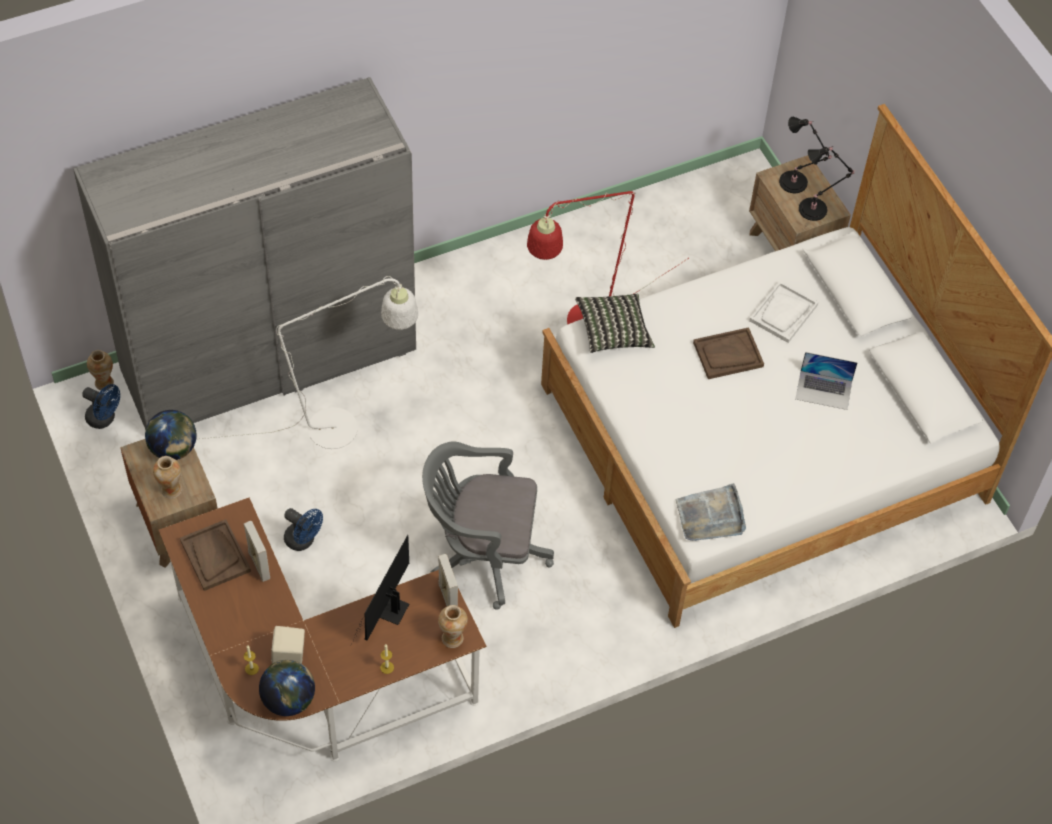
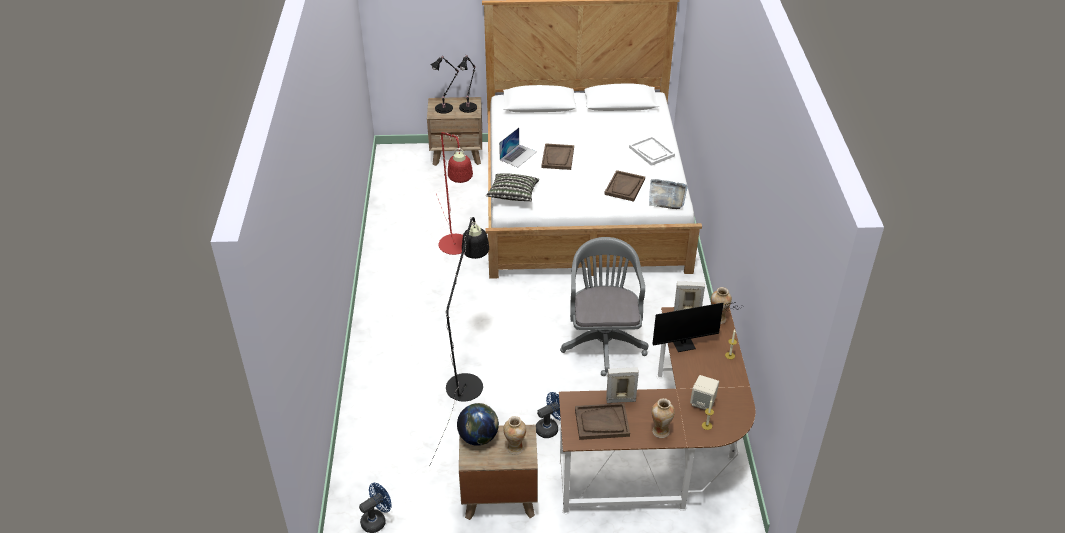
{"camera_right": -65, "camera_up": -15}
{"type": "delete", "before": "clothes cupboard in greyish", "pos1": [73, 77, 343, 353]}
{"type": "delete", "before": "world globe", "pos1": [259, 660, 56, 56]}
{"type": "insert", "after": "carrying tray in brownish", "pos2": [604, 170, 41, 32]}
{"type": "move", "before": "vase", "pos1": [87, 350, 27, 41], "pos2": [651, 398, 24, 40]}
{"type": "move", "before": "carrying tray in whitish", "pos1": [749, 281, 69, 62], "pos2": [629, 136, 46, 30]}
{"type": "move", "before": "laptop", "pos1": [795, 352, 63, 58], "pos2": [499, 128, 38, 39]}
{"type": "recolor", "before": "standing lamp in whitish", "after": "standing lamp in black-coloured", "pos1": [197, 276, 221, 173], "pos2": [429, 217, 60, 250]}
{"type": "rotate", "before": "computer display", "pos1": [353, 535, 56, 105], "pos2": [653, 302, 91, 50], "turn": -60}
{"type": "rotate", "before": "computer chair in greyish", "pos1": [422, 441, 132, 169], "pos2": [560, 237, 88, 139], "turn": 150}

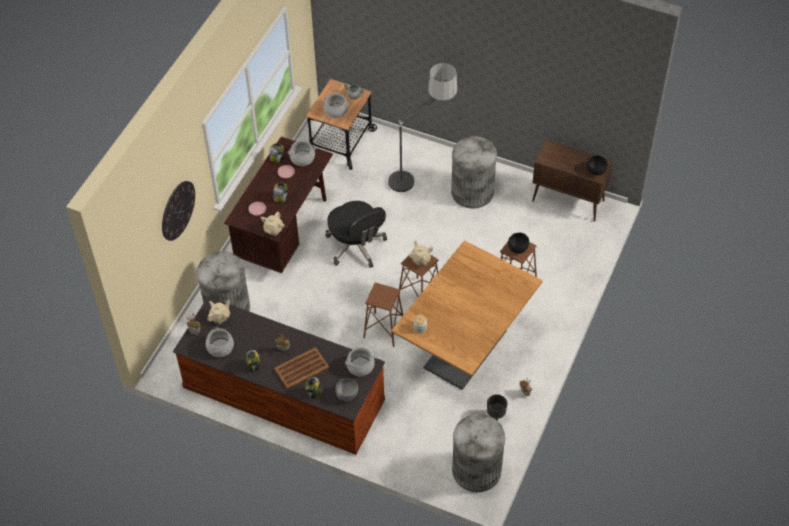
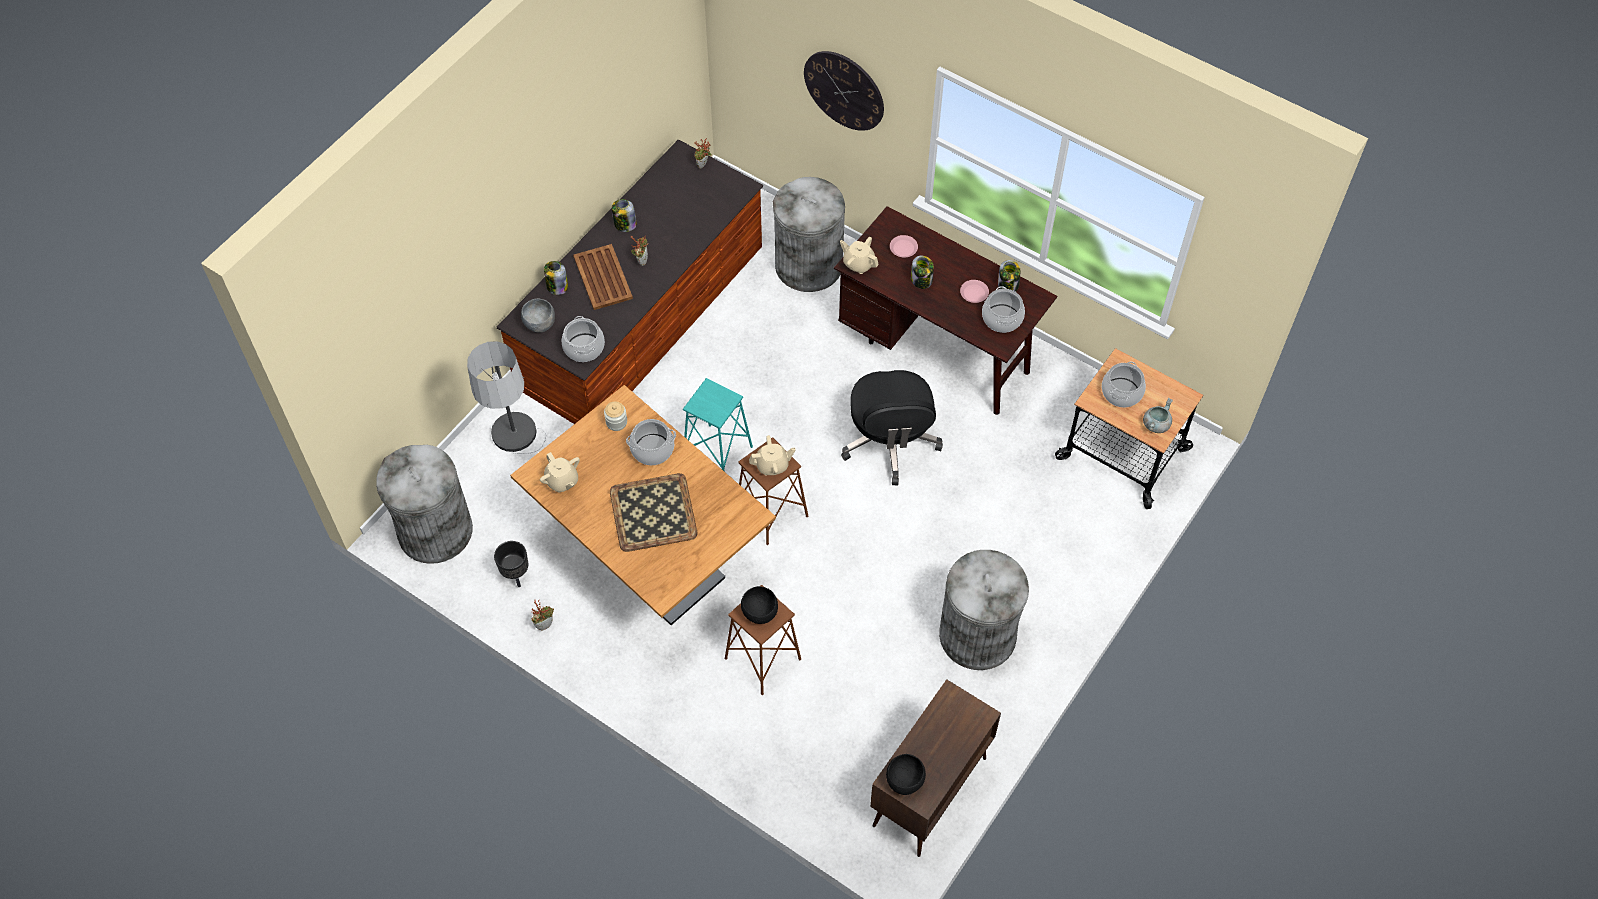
{"camera_right": 100, "camera_up": 5}
{"type": "insert", "after": "carrying tray", "pos2": [610, 473, 87, 79]}
{"type": "move", "before": "saucepot", "pos1": [206, 327, 28, 30], "pos2": [626, 419, 50, 46]}
{"type": "move", "before": "teapot in beige-coloured", "pos1": [208, 299, 22, 25], "pos2": [540, 452, 40, 41]}
{"type": "move", "before": "standing lamp", "pos1": [386, 63, 71, 129], "pos2": [467, 341, 79, 113]}
{"type": "recolor", "before": "stool seat in brownish", "after": "stool seat in blue-green", "pos1": [363, 282, 40, 65], "pos2": [683, 378, 70, 94]}
{"type": "rotate", "before": "computer chair in black-coloured", "pos1": [325, 201, 62, 67], "pos2": [841, 370, 102, 116], "turn": -75}

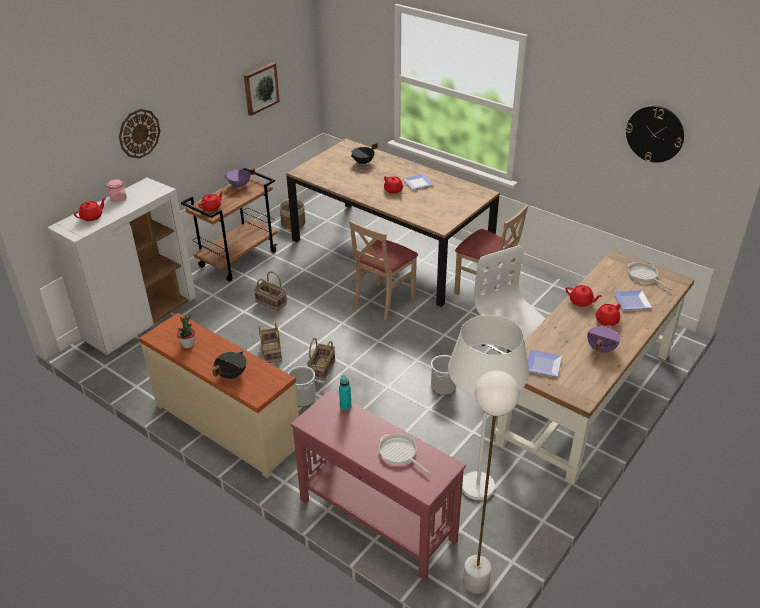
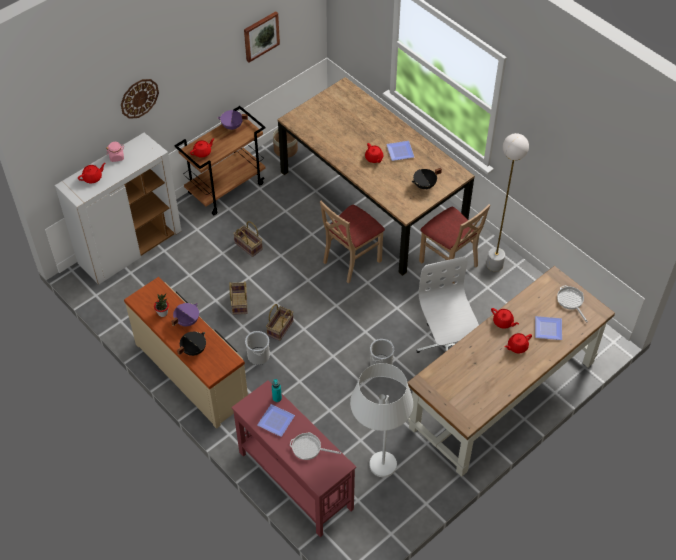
{"camera_right": 10, "camera_up": 15}
{"type": "delete", "before": "hanging clock", "pos1": [626, 106, 58, 57]}
{"type": "move", "before": "saucepot in black-coloured", "pos1": [351, 142, 27, 23], "pos2": [411, 168, 31, 21]}
{"type": "move", "before": "standing lamp in whitish", "pos1": [463, 371, 56, 223], "pos2": [486, 133, 43, 139]}
{"type": "move", "before": "plate", "pos1": [527, 349, 35, 28], "pos2": [257, 404, 38, 33]}
{"type": "move", "before": "saucepot in purple", "pos1": [587, 325, 33, 29], "pos2": [171, 303, 28, 23]}
{"type": "rotate", "before": "frying pan", "pos1": [379, 434, 52, 42], "pos2": [290, 432, 51, 28], "turn": -45}

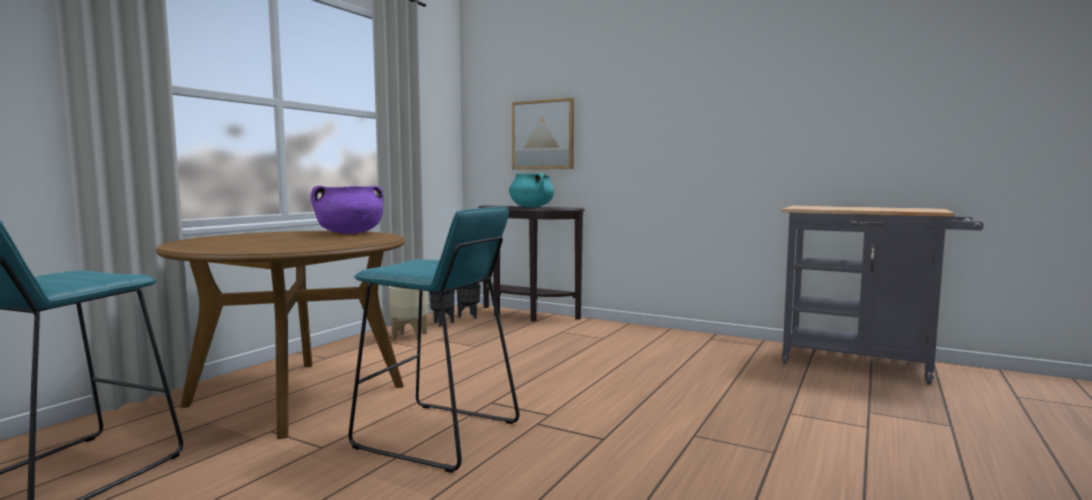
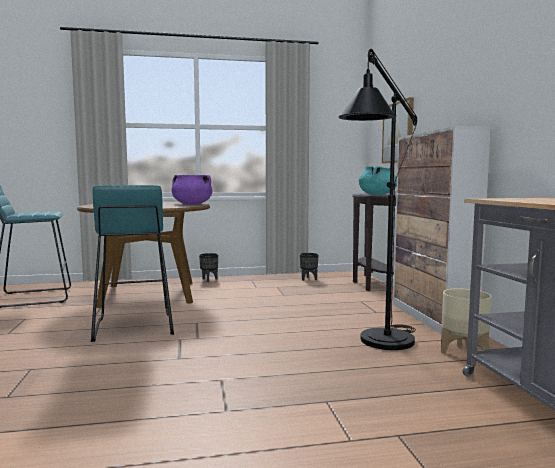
{"camera_right": 50, "camera_up": 0}
{"type": "insert", "after": "standing lamp in black-coloured", "pos2": [338, 49, 79, 301]}
{"type": "insert", "after": "cabinet", "pos2": [393, 126, 98, 208]}
{"type": "move", "before": "flower pot in beige-coloured", "pos1": [389, 286, 39, 54], "pos2": [441, 288, 51, 65]}
{"type": "move", "before": "flower pot in black-coloured", "pos1": [456, 283, 24, 36], "pos2": [199, 253, 19, 29]}

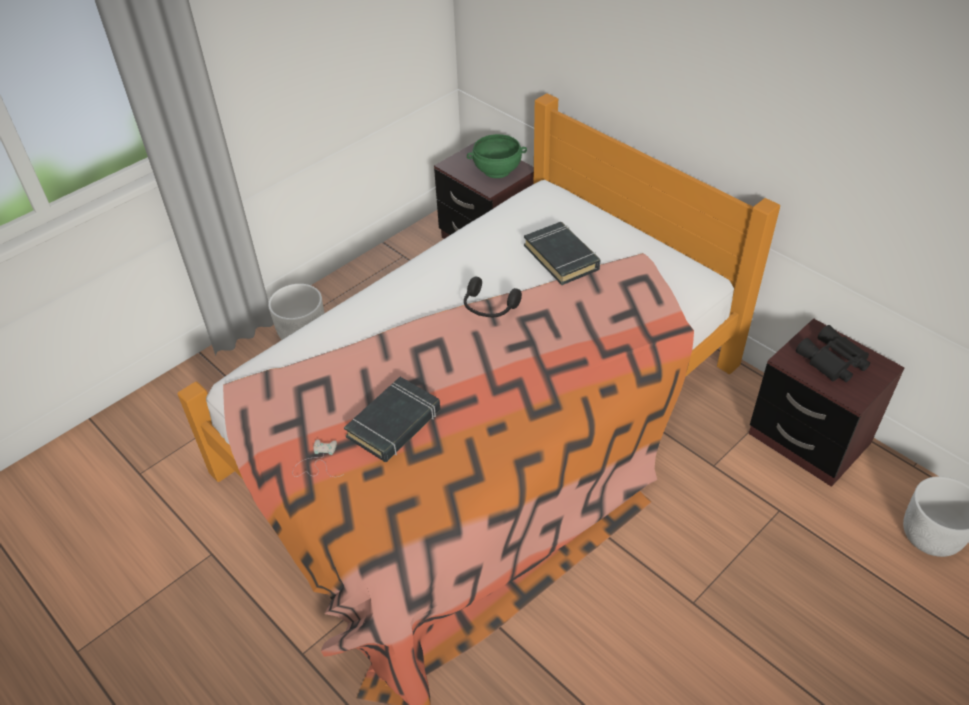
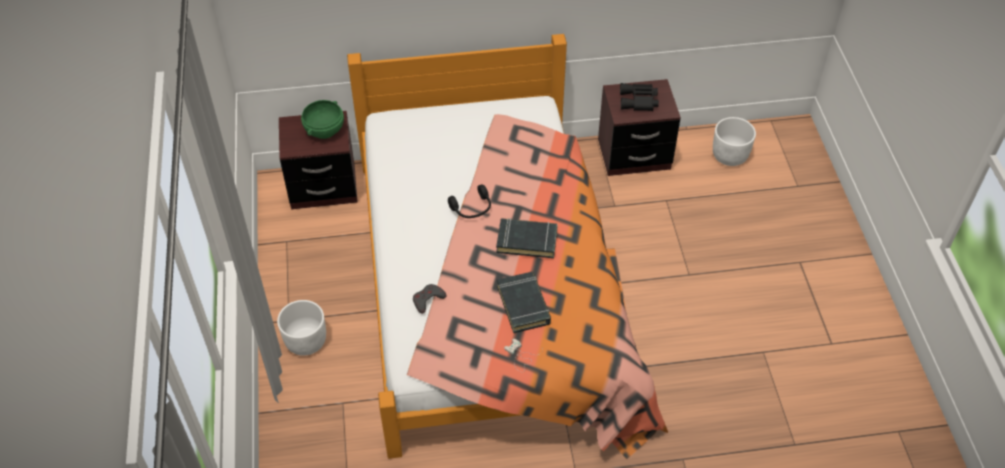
{"camera_right": -55, "camera_up": 5}
{"type": "insert", "after": "game controller in greyish", "pos2": [413, 284, 34, 30]}
{"type": "move", "before": "volume in black-coloured", "pos1": [524, 222, 77, 63], "pos2": [496, 218, 62, 40]}

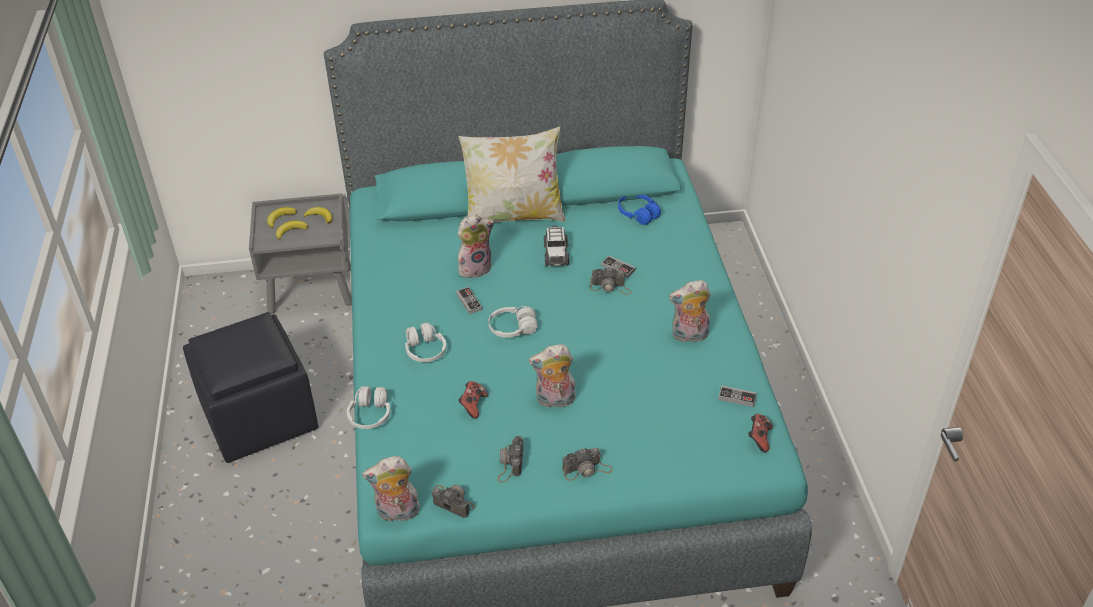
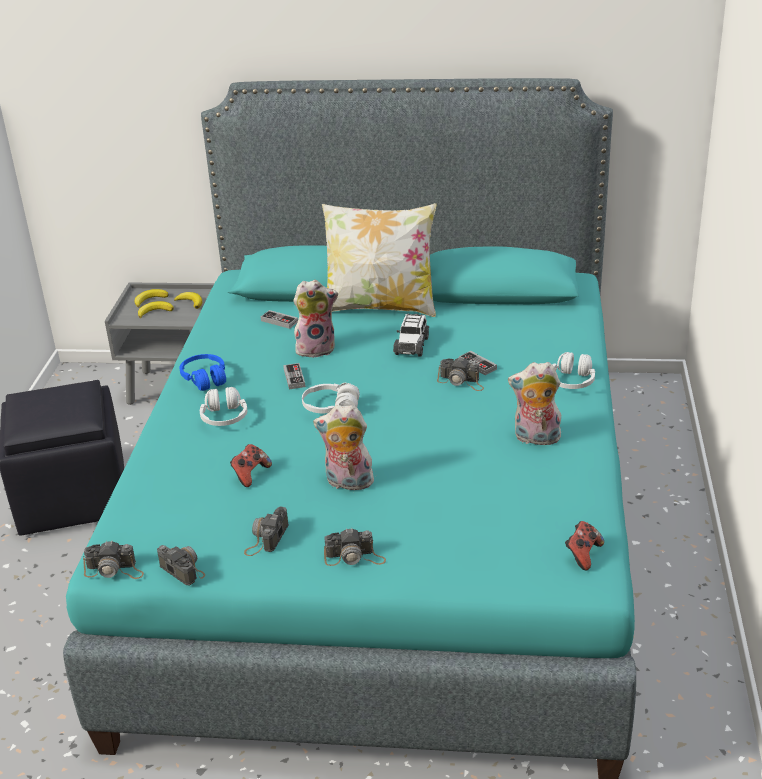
{"camera_right": 15, "camera_up": -10}
{"type": "move", "before": "headphones in whitish", "pos1": [347, 386, 43, 43], "pos2": [552, 352, 43, 37]}
{"type": "move", "before": "headphones in blue-coloured", "pos1": [618, 195, 43, 30], "pos2": [179, 354, 47, 37]}
{"type": "move", "before": "game controller", "pos1": [718, 386, 39, 21], "pos2": [261, 310, 37, 19]}
{"type": "replace", "before": "cuddly toy", "after": "photo camera", "pos1": [362, 456, 59, 68], "pos2": [83, 540, 61, 39]}

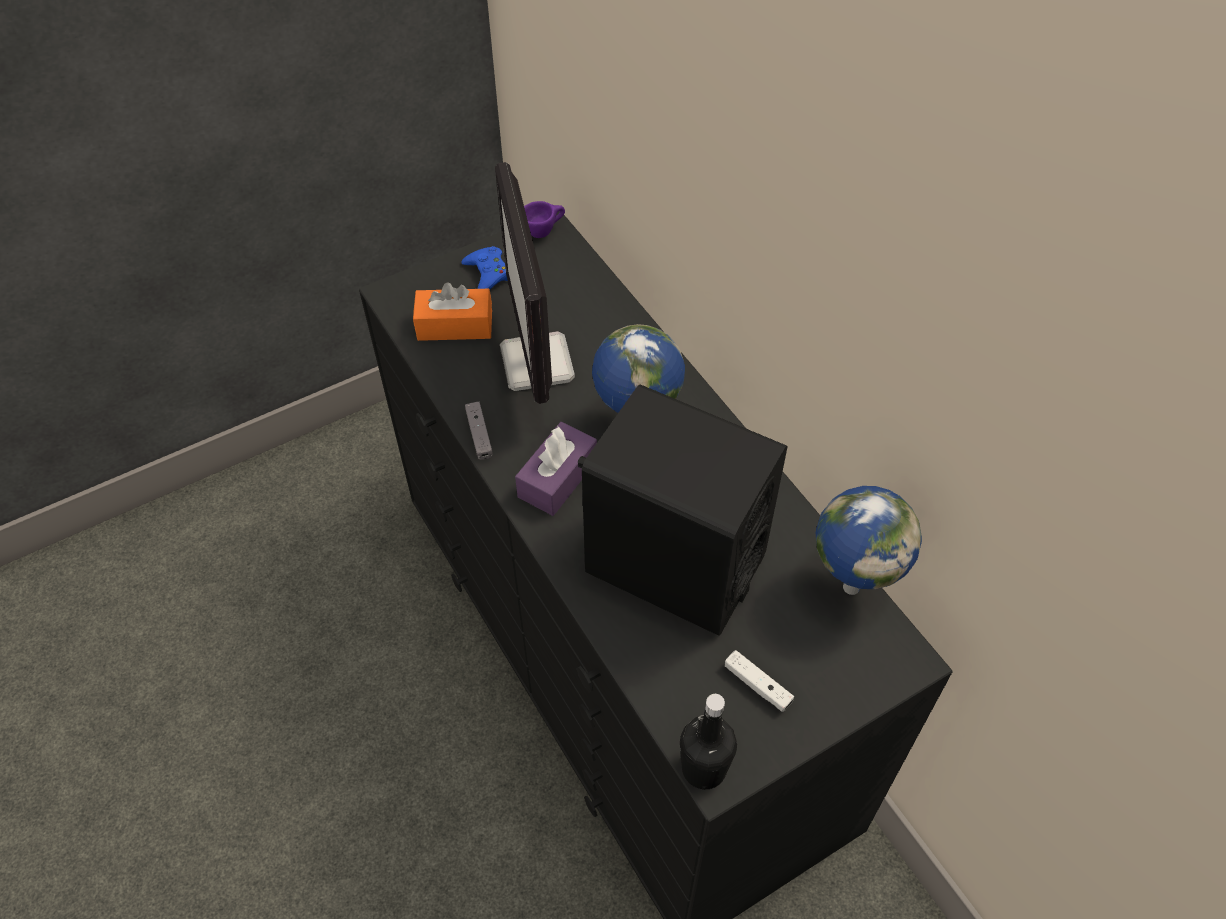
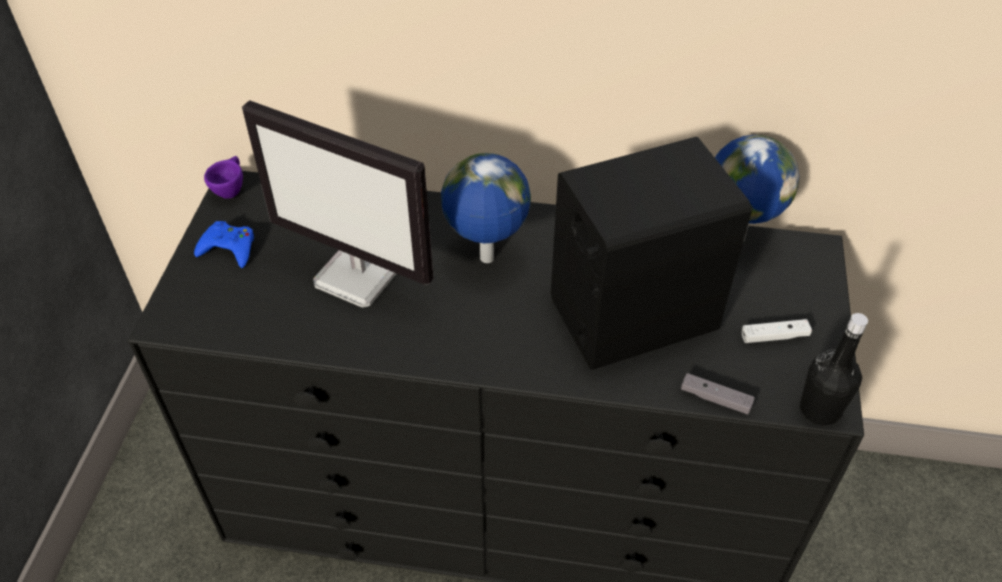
{"camera_right": -50, "camera_up": -5}
{"type": "delete", "before": "tissue box in orangey", "pos1": [413, 282, 79, 59]}
{"type": "delete", "before": "tissue box in purple", "pos1": [515, 422, 82, 94]}
{"type": "move", "before": "game controller in greyish", "pos1": [465, 402, 28, 58], "pos2": [681, 373, 74, 41]}

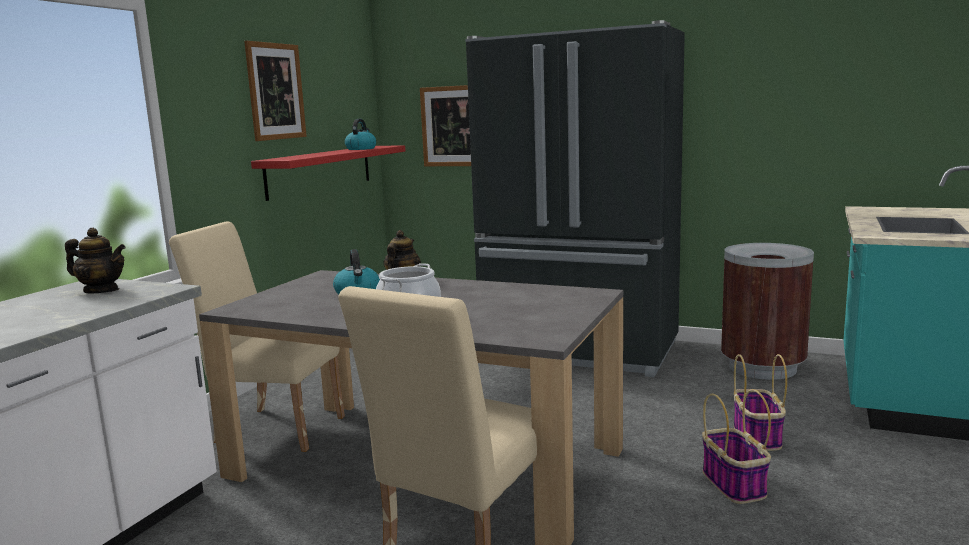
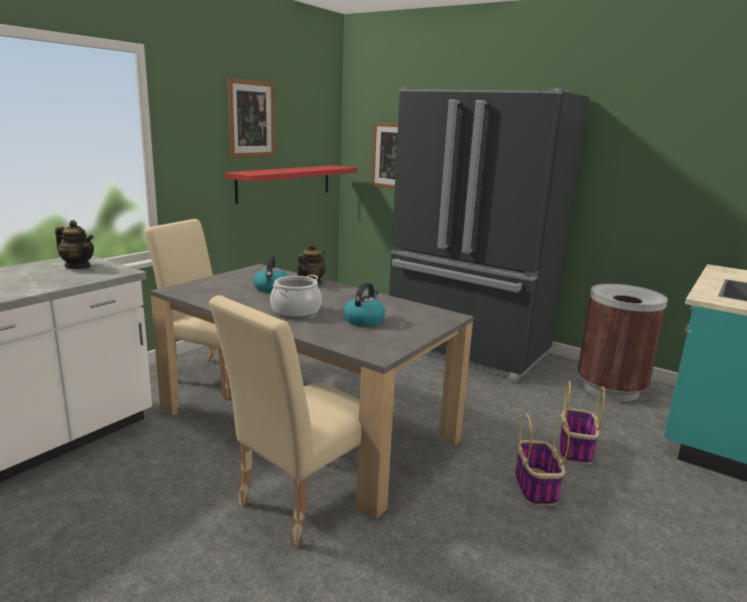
{"camera_right": 10, "camera_up": 5}
{"type": "move", "before": "water kettle", "pos1": [345, 119, 31, 31], "pos2": [343, 282, 42, 45]}

